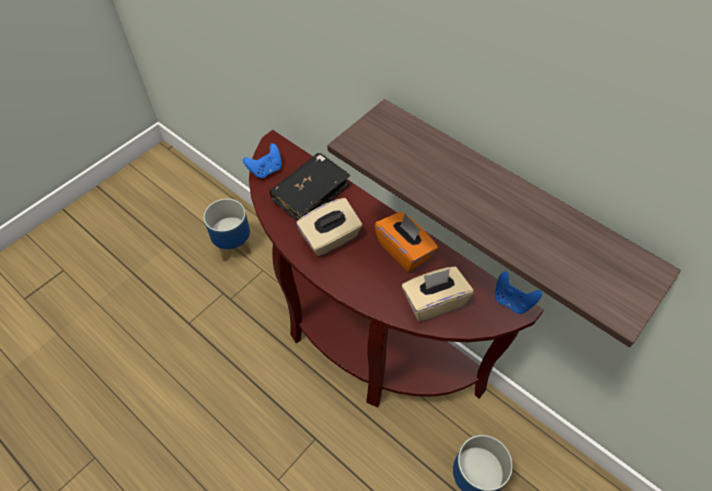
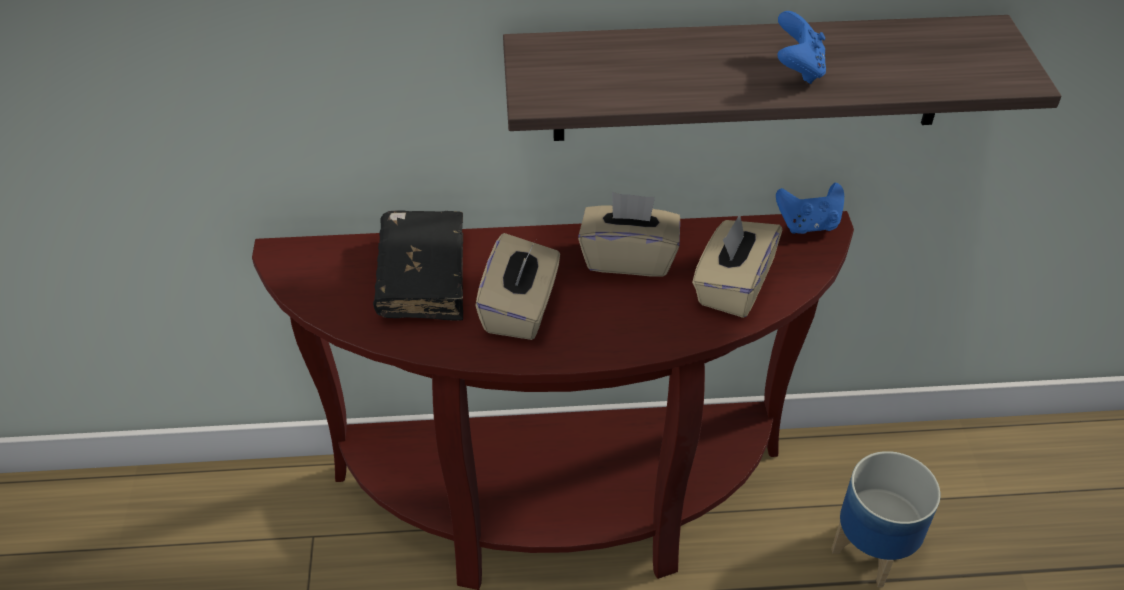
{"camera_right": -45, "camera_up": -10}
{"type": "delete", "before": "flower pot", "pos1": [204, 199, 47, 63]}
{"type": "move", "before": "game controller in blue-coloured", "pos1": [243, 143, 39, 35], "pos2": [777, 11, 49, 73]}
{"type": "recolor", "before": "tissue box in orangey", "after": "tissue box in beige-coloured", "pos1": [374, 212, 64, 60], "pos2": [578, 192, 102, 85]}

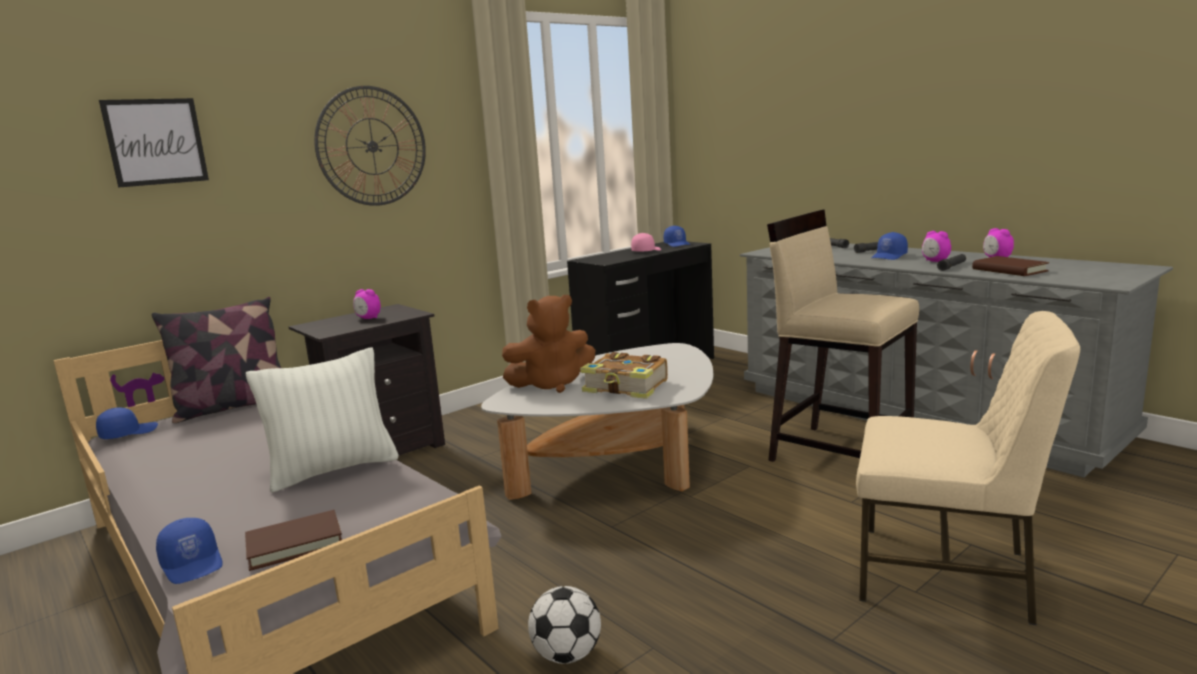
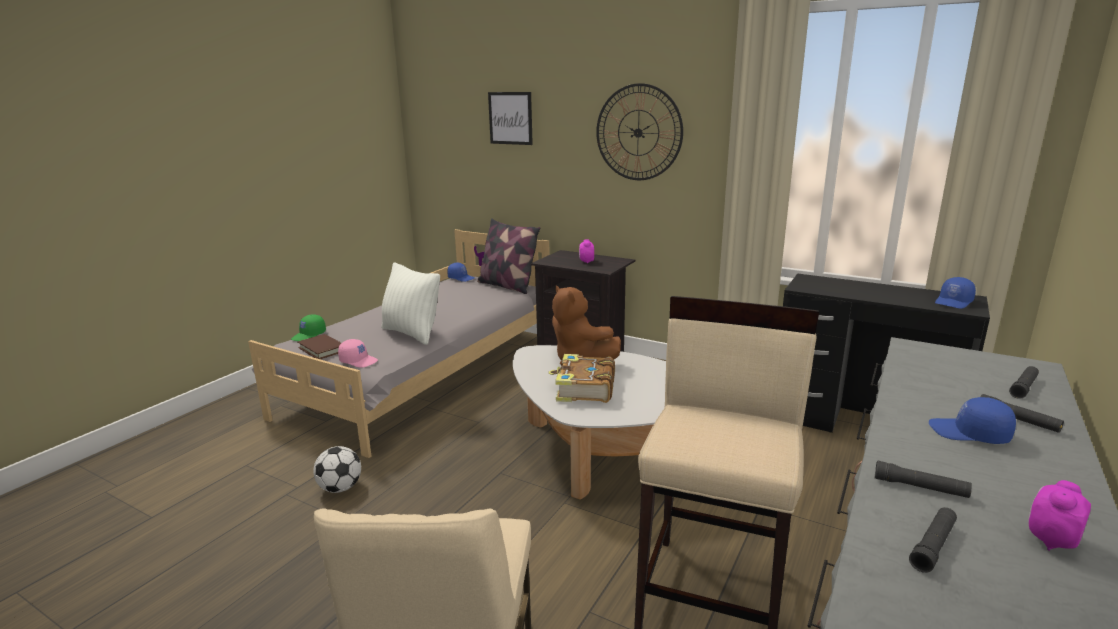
{"camera_right": 70, "camera_up": 5}
{"type": "delete", "before": "bedside clock", "pos1": [922, 231, 29, 31]}
{"type": "move", "before": "baseball cap in pink", "pos1": [631, 233, 30, 19], "pos2": [338, 339, 40, 29]}
{"type": "replace", "before": "volume in brownish", "after": "flashlight in black-coloured", "pos1": [972, 256, 77, 20], "pos2": [909, 507, 48, 66]}
{"type": "recolor", "before": "baseball cap in blue-coloured", "after": "baseball cap in green", "pos1": [156, 518, 66, 66], "pos2": [291, 314, 35, 27]}

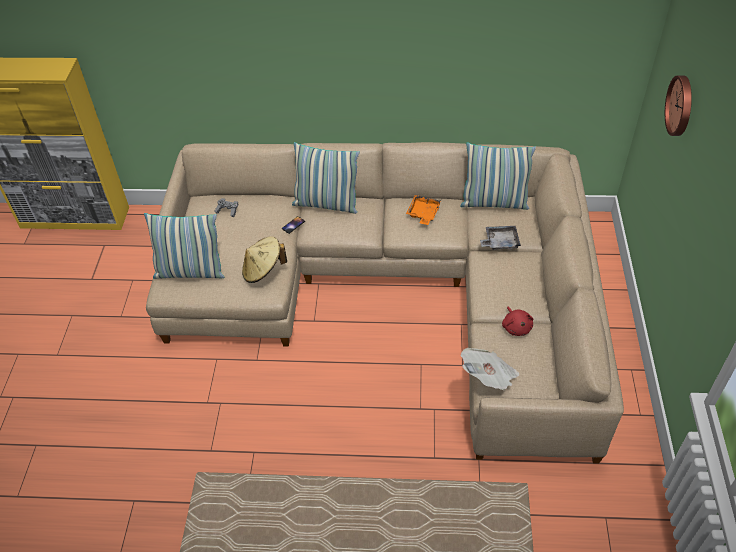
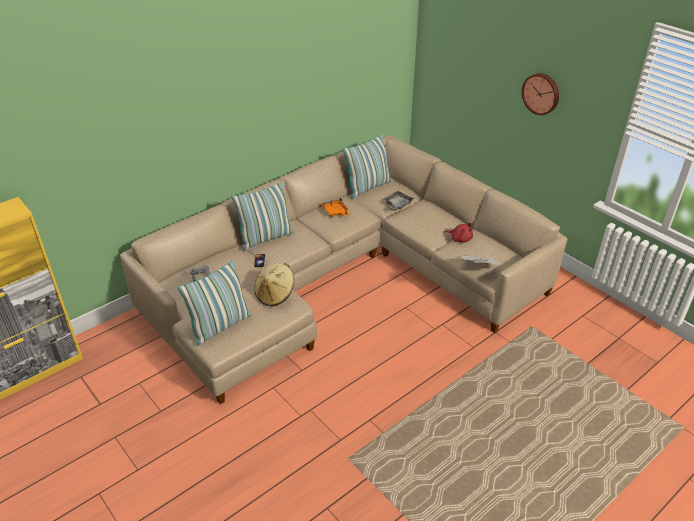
{"camera_right": -45, "camera_up": -10}
{"type": "move", "before": "hanging clock", "pos1": [665, 76, 27, 60], "pos2": [522, 73, 37, 42]}

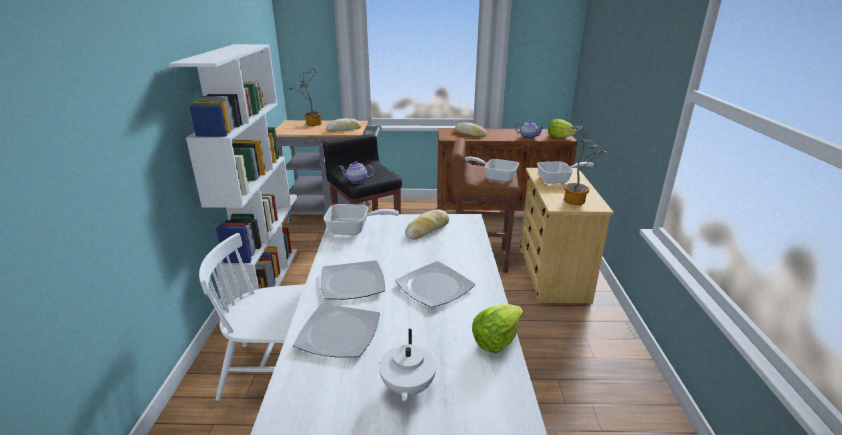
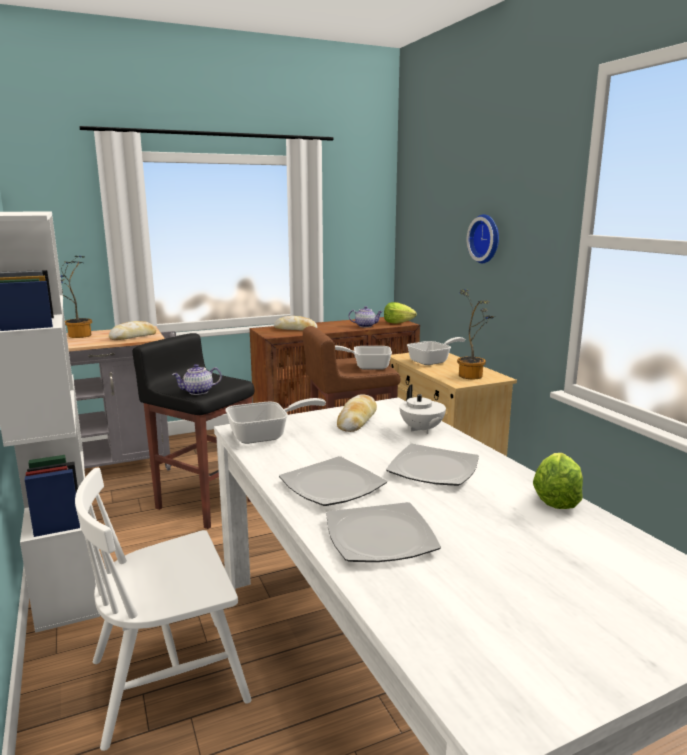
{"camera_right": -25, "camera_up": -10}
{"type": "insert", "after": "hanging clock", "pos2": [467, 214, 32, 49]}
{"type": "move", "before": "teapot in whitish", "pos1": [379, 329, 57, 72], "pos2": [399, 384, 47, 50]}

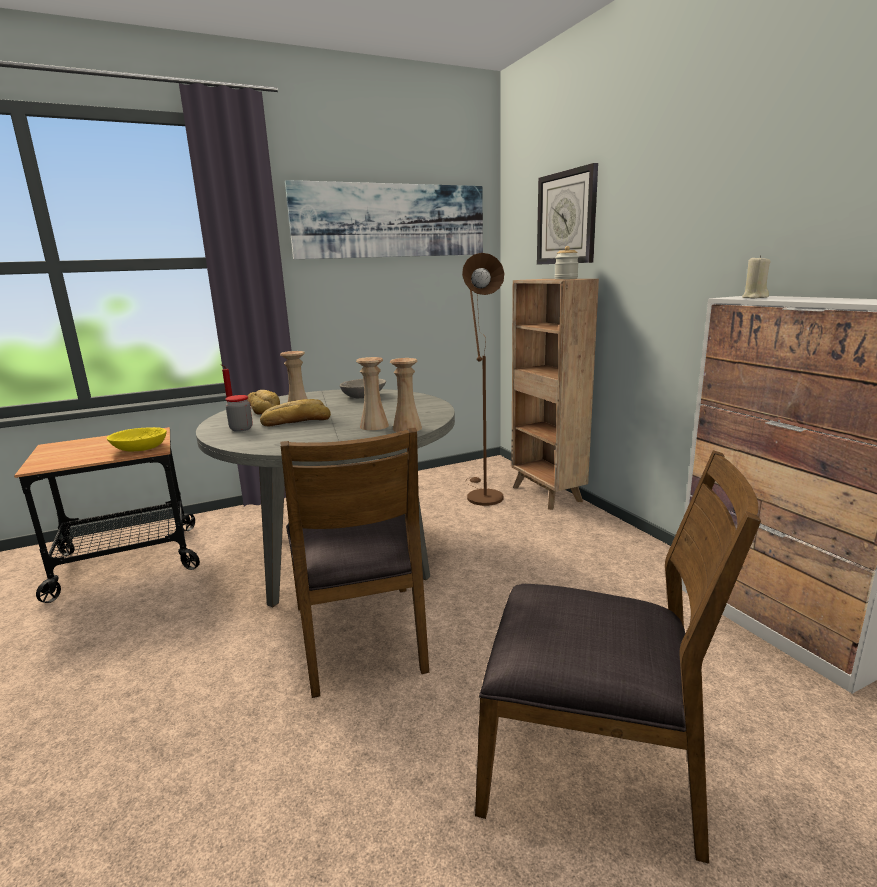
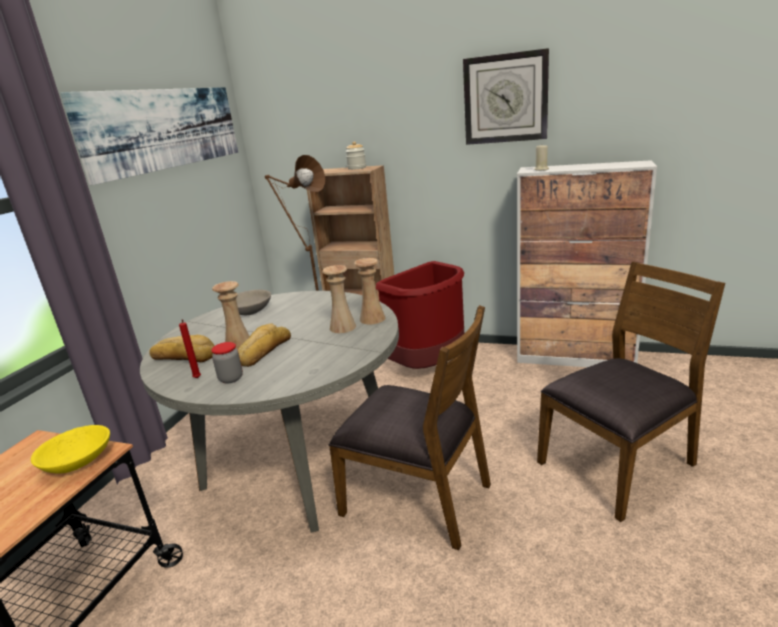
{"camera_right": -45, "camera_up": 5}
{"type": "insert", "after": "waste bin in red", "pos2": [376, 261, 88, 108]}
{"type": "move", "before": "hanging clock", "pos1": [537, 163, 61, 102], "pos2": [463, 48, 86, 97]}

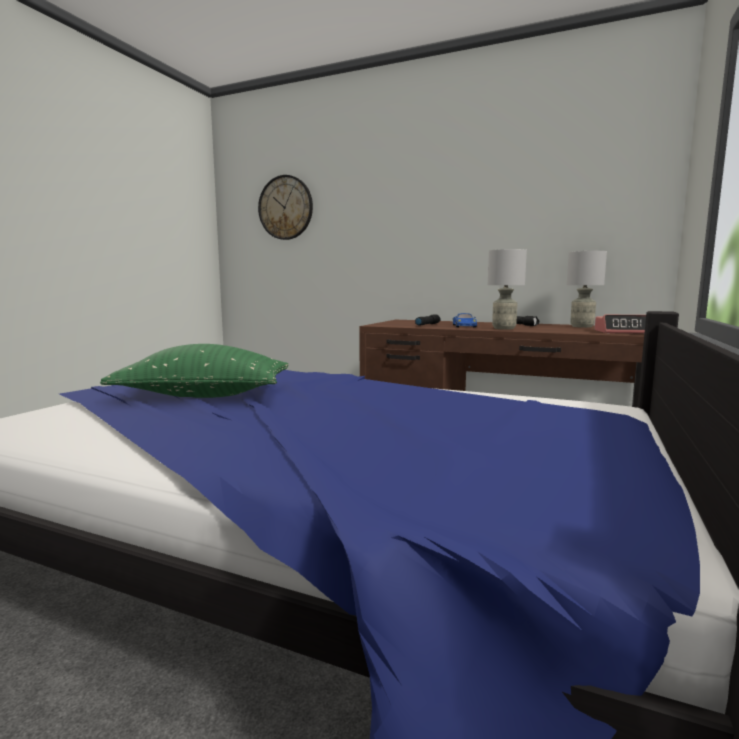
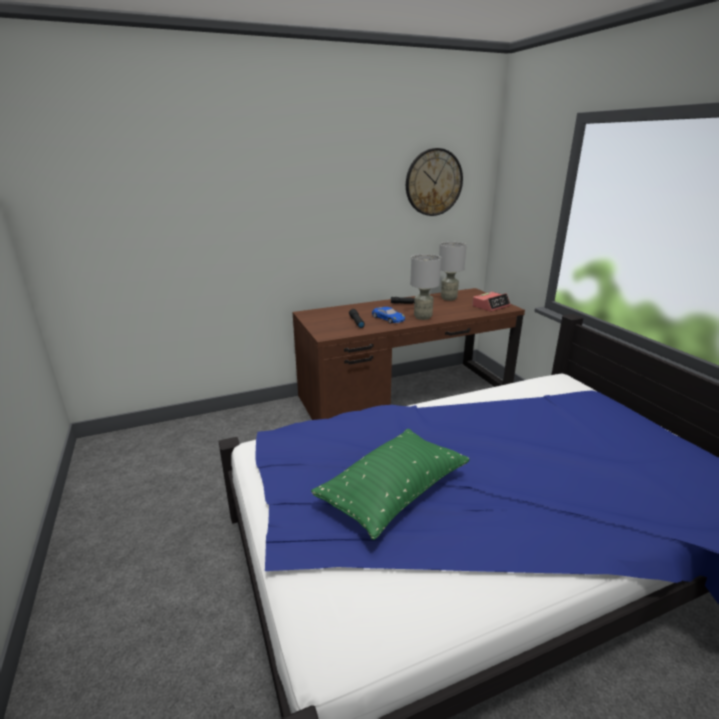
{"camera_right": -45, "camera_up": 15}
{"type": "move", "before": "hanging clock", "pos1": [258, 175, 55, 65], "pos2": [406, 148, 57, 68]}

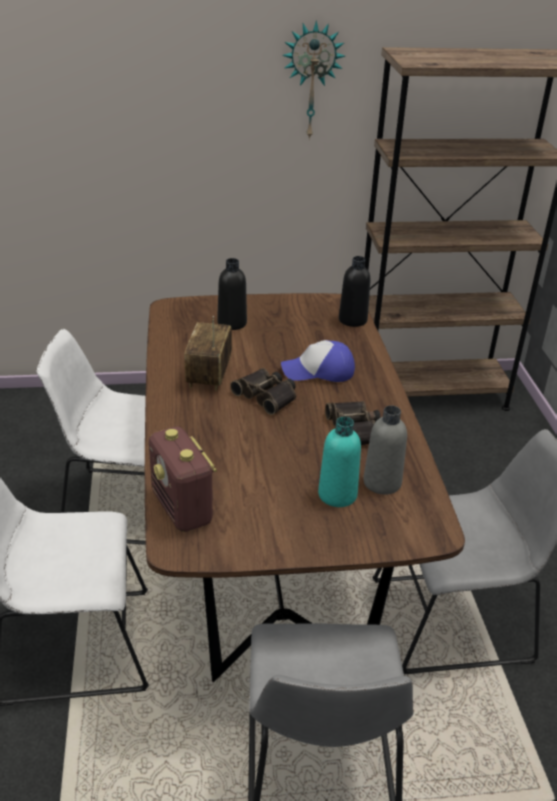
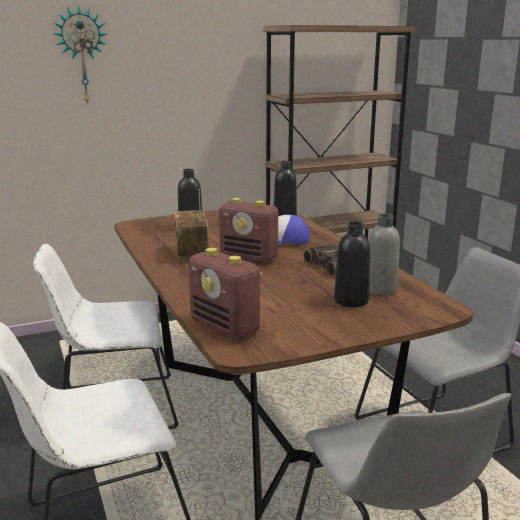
{"camera_right": -15, "camera_up": -15}
{"type": "move", "before": "hanging clock", "pos1": [282, 20, 63, 120], "pos2": [54, 5, 53, 100]}
{"type": "replace", "before": "binoculars", "after": "radio set", "pos1": [230, 368, 66, 47], "pos2": [219, 198, 59, 66]}
{"type": "recolor", "before": "beverage bottle in blue-green", "after": "beverage bottle in black-coloured", "pos1": [318, 417, 43, 90], "pos2": [334, 222, 36, 85]}

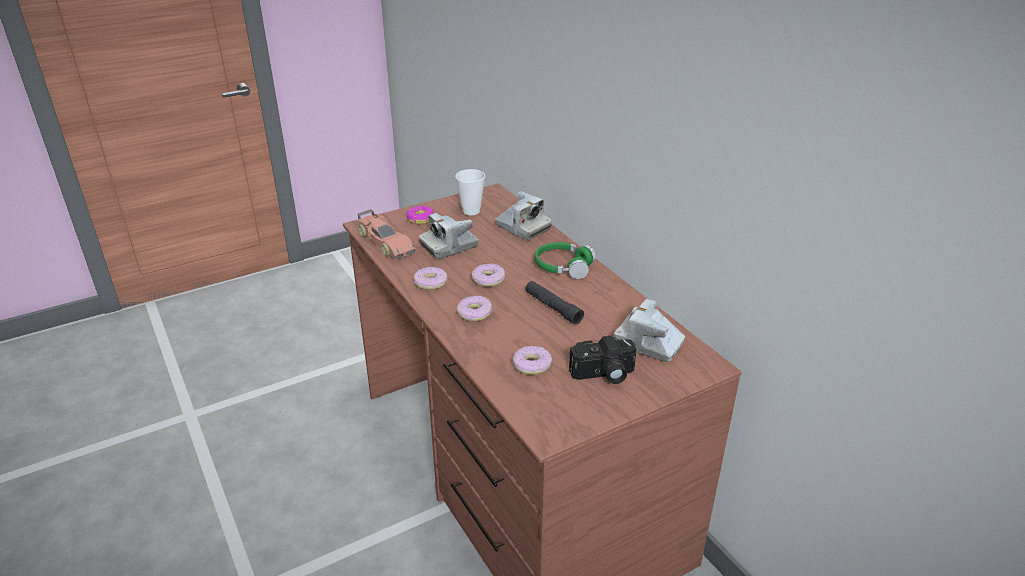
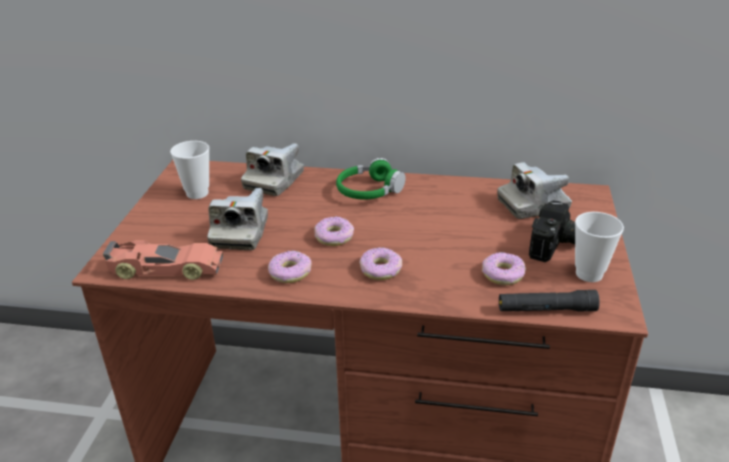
{"camera_right": -50, "camera_up": 0}
{"type": "delete", "before": "ring doughnut", "pos1": [406, 206, 28, 18]}
{"type": "insert", "after": "small cup", "pos2": [575, 212, 49, 70]}
{"type": "move", "before": "flashlight in black-coloured", "pos1": [525, 281, 59, 44], "pos2": [499, 290, 101, 22]}
{"type": "rotate", "before": "photo camera", "pos1": [495, 191, 57, 49], "pos2": [241, 143, 63, 53], "turn": 120}

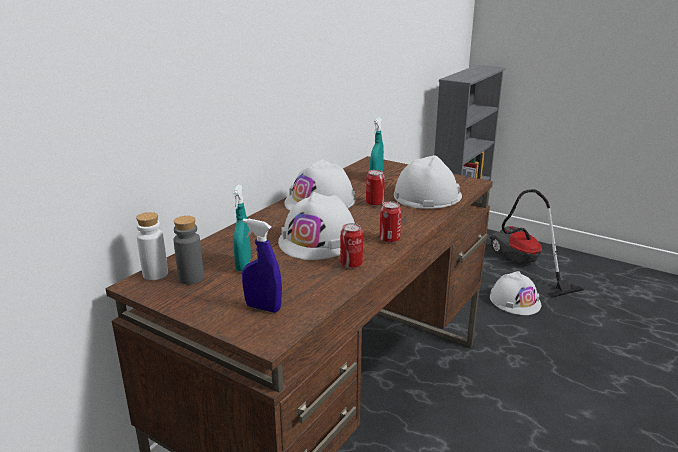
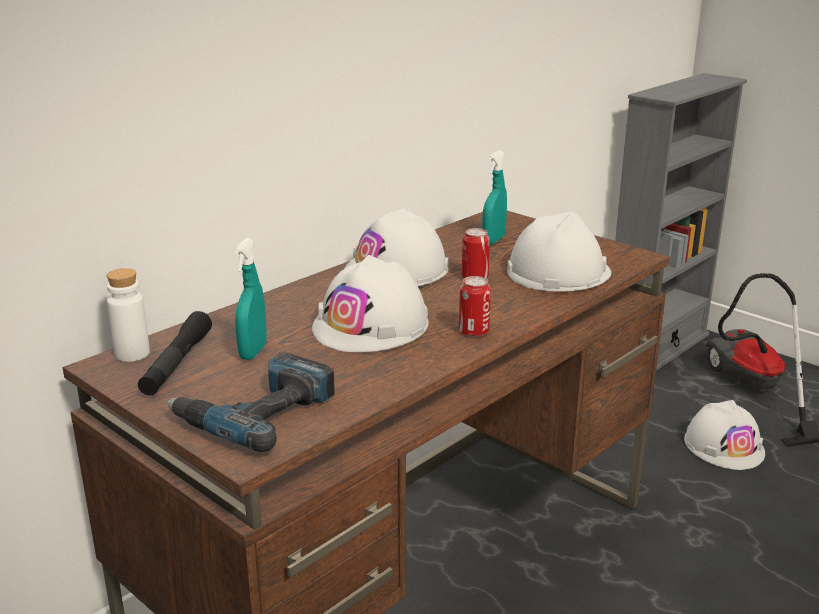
{"camera_right": 10, "camera_up": 0}
{"type": "delete", "before": "metal can", "pos1": [340, 223, 23, 45]}
{"type": "replace", "before": "beverage bottle in greyish", "after": "flashlight in black-coloured", "pos1": [173, 216, 31, 68], "pos2": [138, 311, 74, 84]}
{"type": "replace", "before": "sprayer in blue-coloured", "after": "power drill", "pos1": [242, 219, 40, 94], "pos2": [167, 352, 168, 100]}

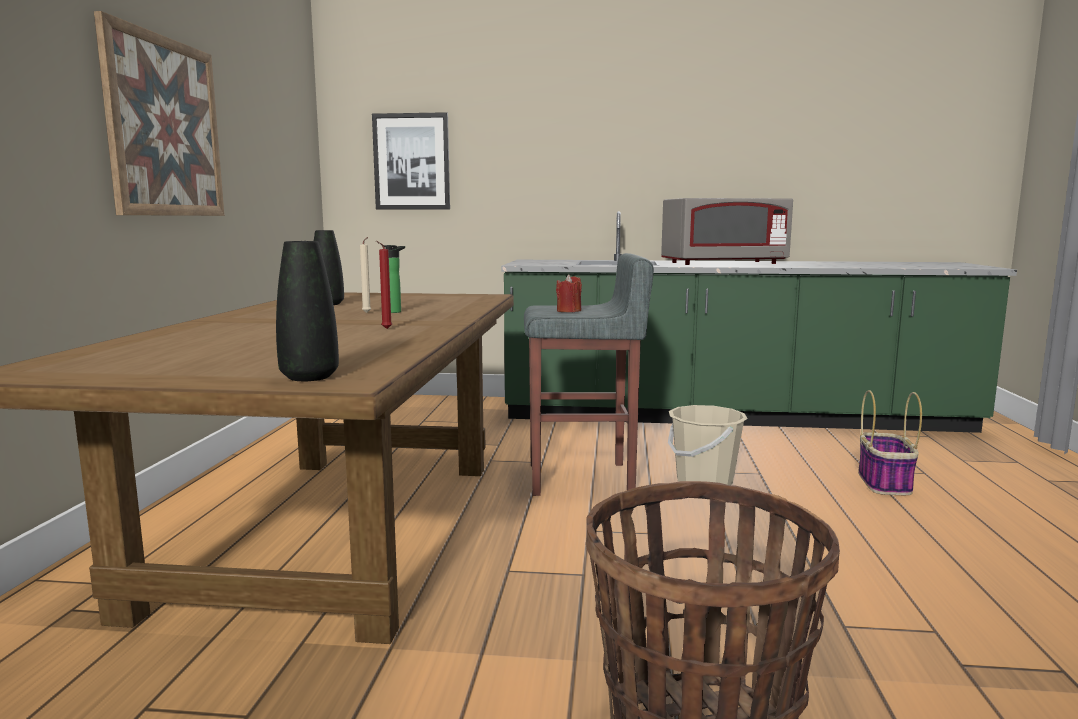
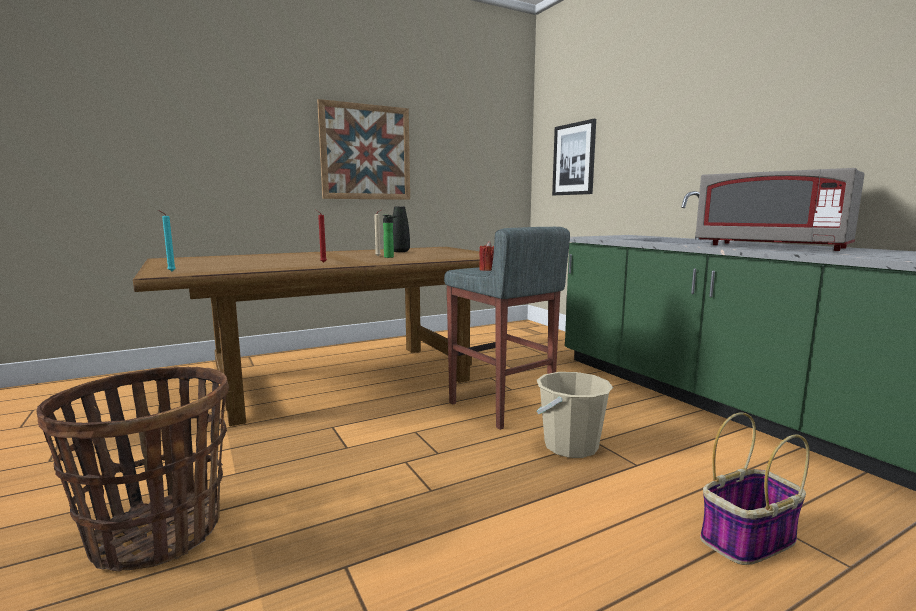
{"camera_right": 55, "camera_up": 0}
{"type": "replace", "before": "vase in black-coloured", "after": "candle in blue-green", "pos1": [276, 241, 63, 140], "pos2": [158, 210, 18, 61]}

